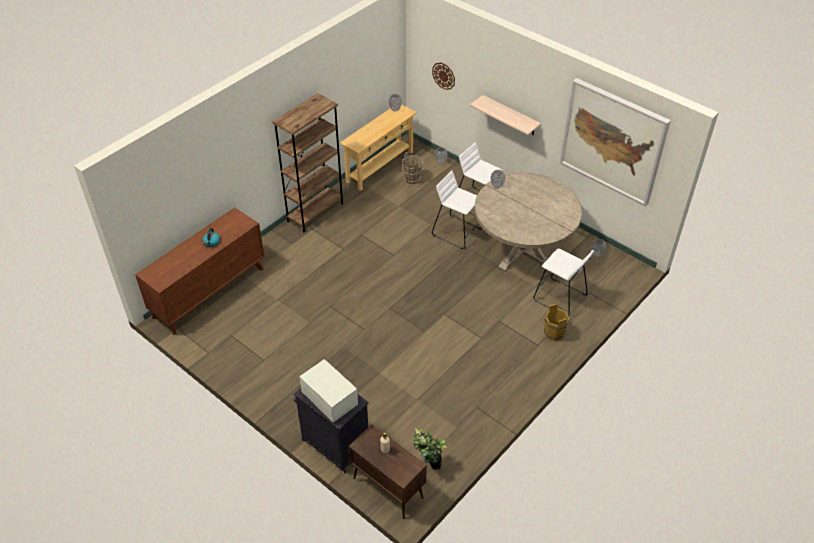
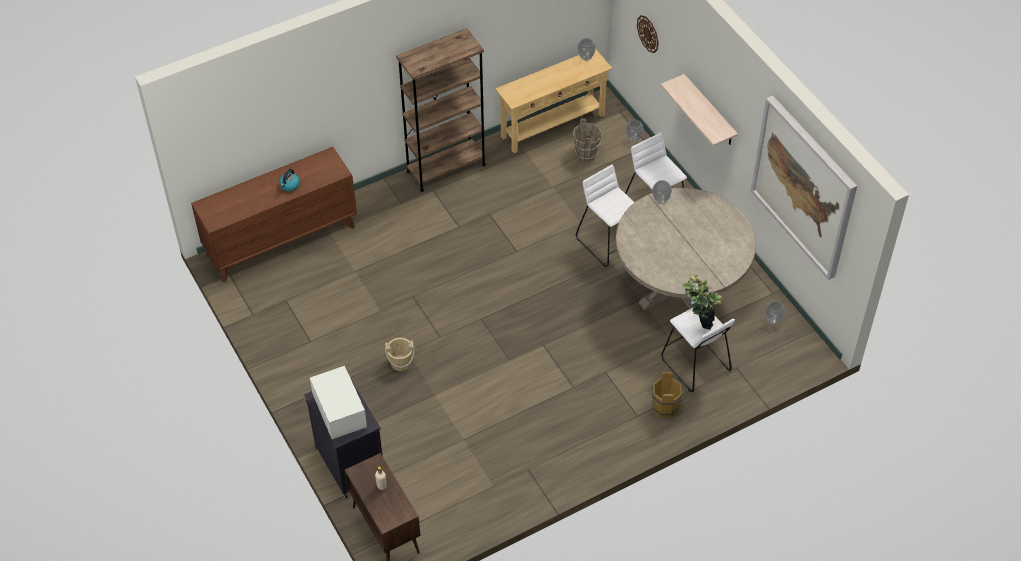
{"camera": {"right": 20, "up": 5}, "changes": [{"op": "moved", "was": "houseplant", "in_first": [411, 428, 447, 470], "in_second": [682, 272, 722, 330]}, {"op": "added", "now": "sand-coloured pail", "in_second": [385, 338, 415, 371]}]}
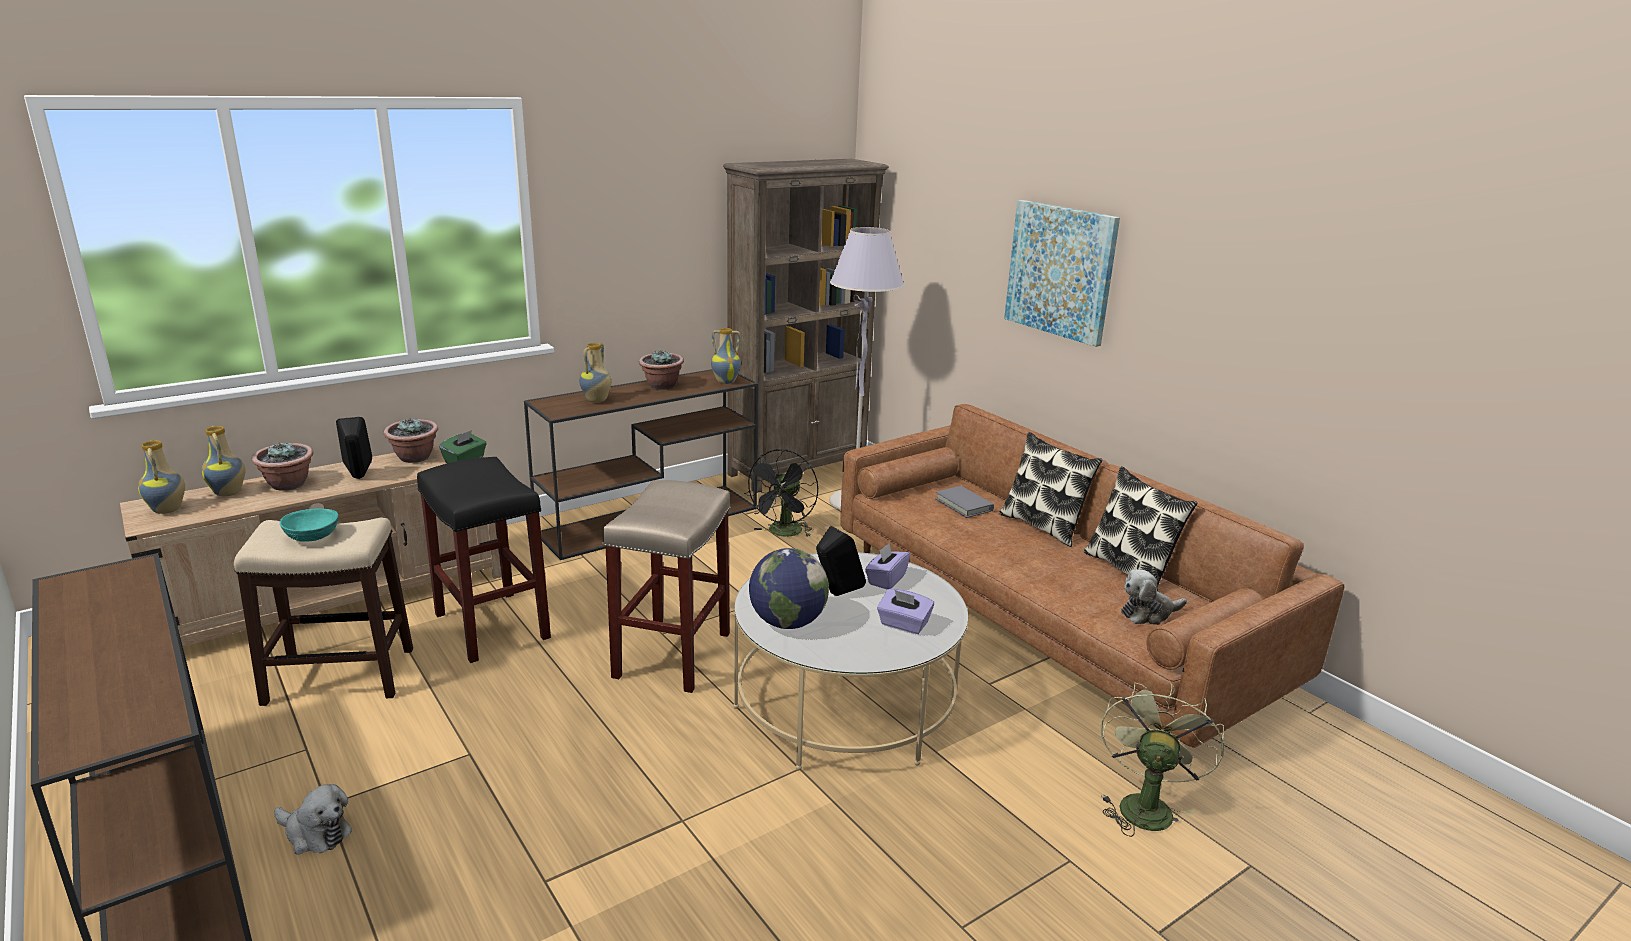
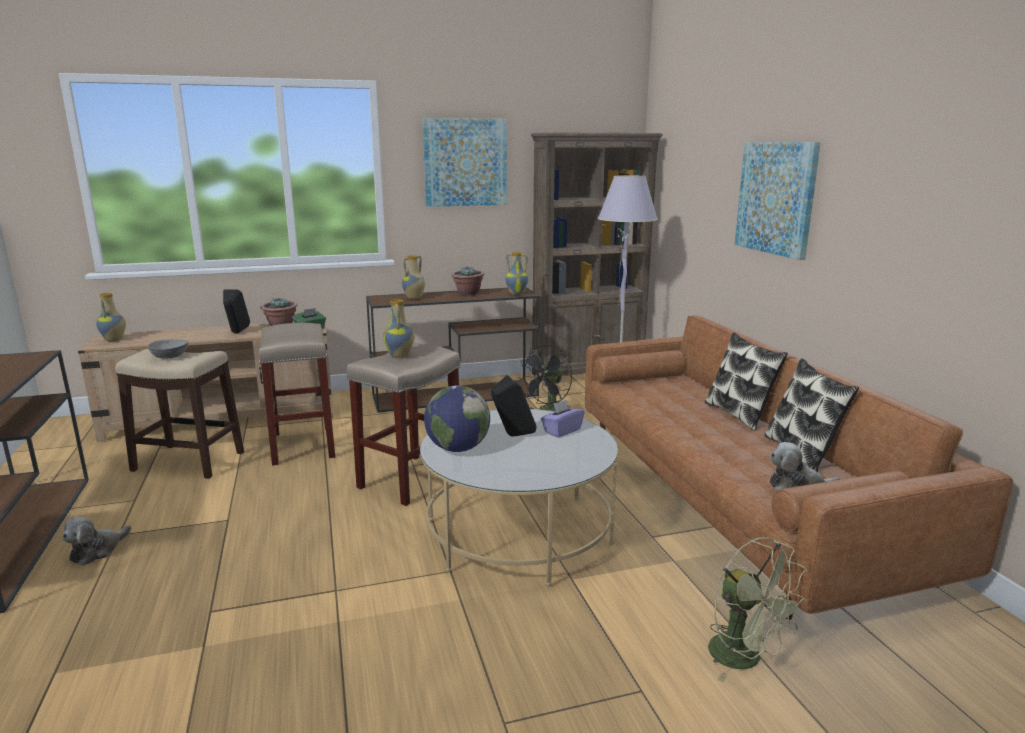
{"camera": {"right": 20, "up": -5}, "changes": [{"op": "moved", "was": "vase", "in_first": [201, 425, 245, 496], "in_second": [383, 299, 414, 358]}, {"op": "removed", "was": "houseplant", "in_first": [252, 442, 313, 491]}, {"op": "turned", "was": "cuddly toy", "in_first": [274, 784, 352, 855], "in_second": [62, 517, 131, 565], "clockwise": 75}, {"op": "recoloured", "was": "turquoise-coloured deep dish", "now": "greyish deep dish", "in_first": [280, 509, 338, 542], "in_second": [148, 339, 188, 358]}, {"op": "recoloured", "was": "black-coloured stool seat", "now": "sand-coloured stool seat", "in_first": [417, 457, 551, 663], "in_second": [259, 323, 335, 465]}, {"op": "removed", "was": "purplish box of tissues", "in_first": [877, 589, 934, 634]}, {"op": "removed", "was": "greyish volume", "in_first": [935, 486, 994, 518]}, {"op": "turned", "was": "greenish cooling fan", "in_first": [1101, 682, 1224, 837], "in_second": [708, 537, 808, 682], "clockwise": 105}, {"op": "added", "now": "wall picture", "in_second": [423, 118, 507, 207]}]}
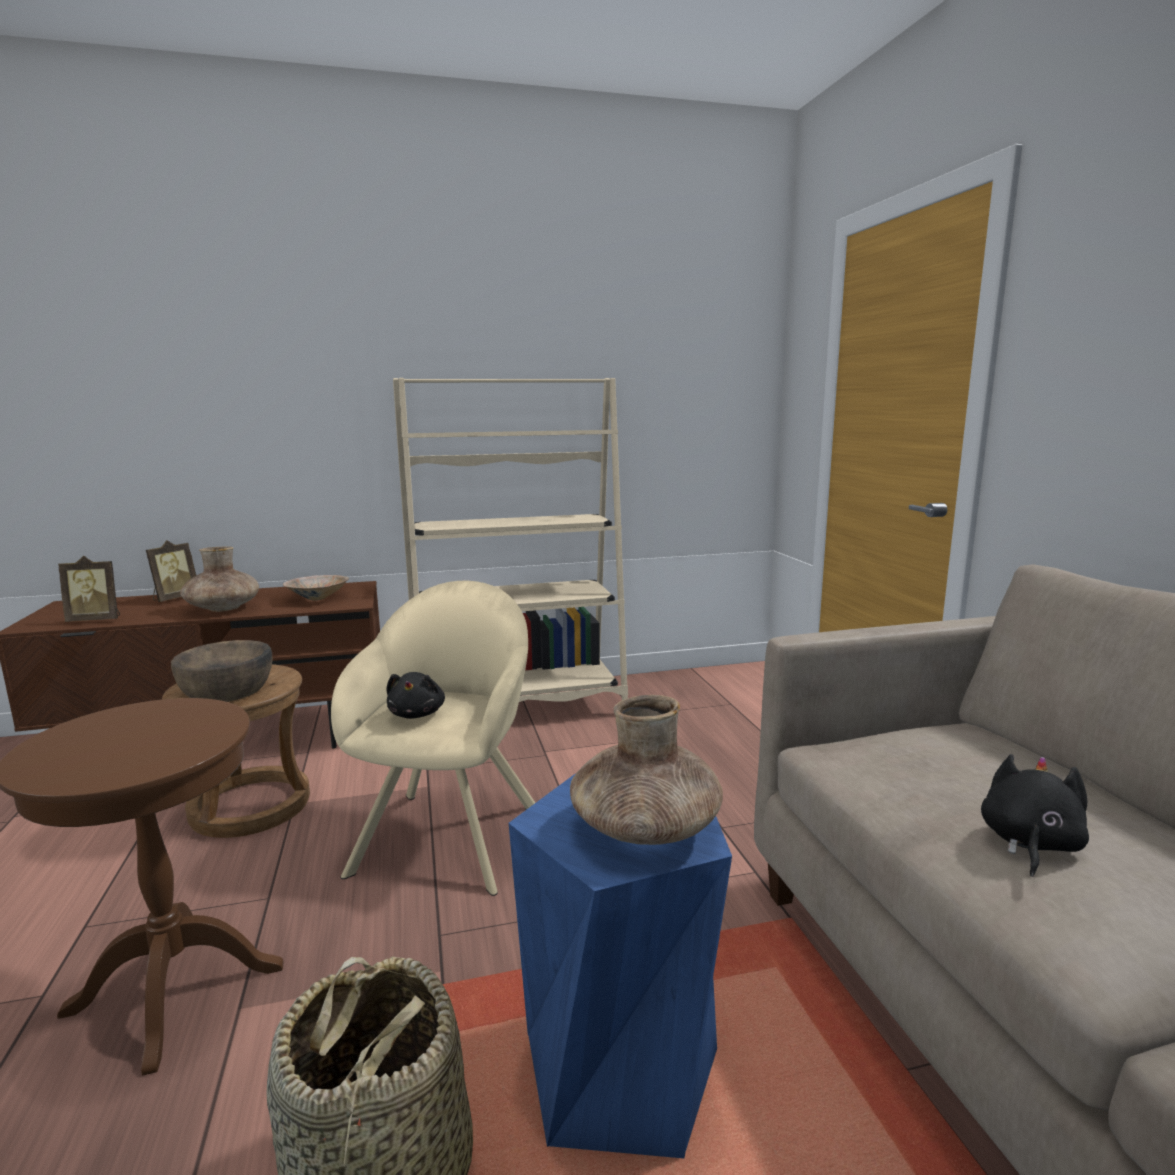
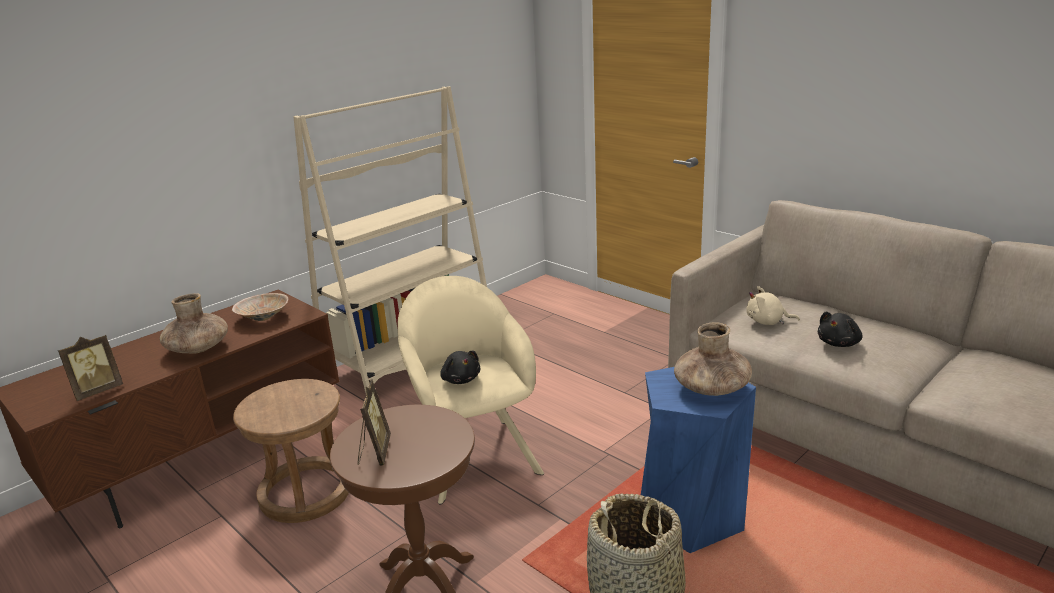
{"camera": {"right": -30, "up": 10}, "changes": [{"op": "moved", "was": "photo frame", "in_first": [146, 540, 196, 602], "in_second": [358, 379, 391, 466]}, {"op": "removed", "was": "brown-coloured deep dish", "in_first": [171, 640, 272, 702]}, {"op": "turned", "was": "black-coloured cuddly toy", "in_first": [981, 754, 1089, 877], "in_second": [818, 312, 862, 347], "clockwise": -135}, {"op": "added", "now": "sand-coloured cuddly toy", "in_second": [746, 286, 800, 325]}]}
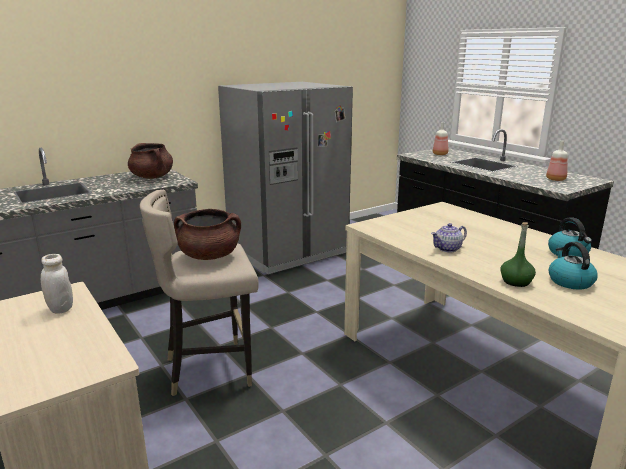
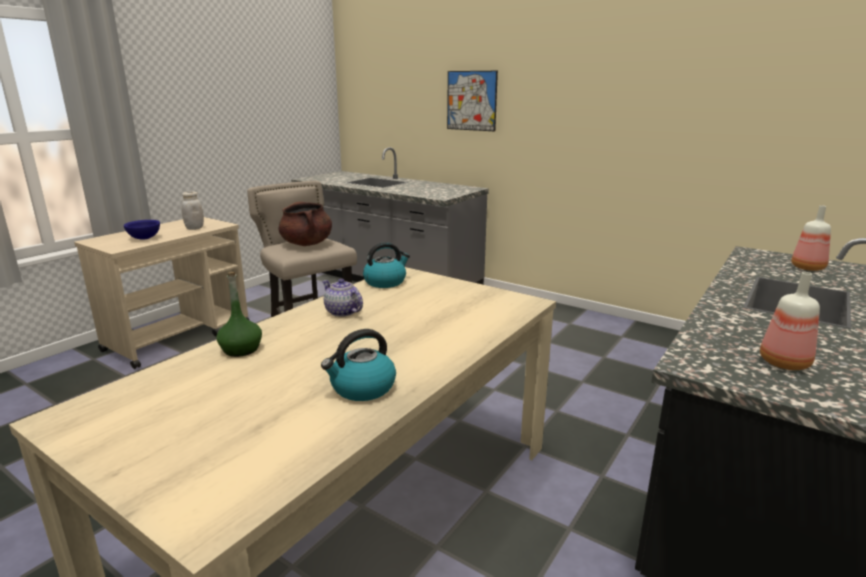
{"camera": {"right": 70, "up": 0}, "changes": [{"op": "removed", "was": "brown-coloured stockpot", "in_first": [128, 143, 173, 179]}, {"op": "removed", "was": "greyish kitchen fridge", "in_first": [218, 82, 353, 274]}, {"op": "moved", "was": "kettle", "in_first": [549, 242, 598, 289], "in_second": [363, 242, 410, 288]}, {"op": "added", "now": "blue-coloured deep dish", "in_second": [124, 220, 160, 240]}, {"op": "added", "now": "wall picture", "in_second": [447, 71, 498, 132]}]}
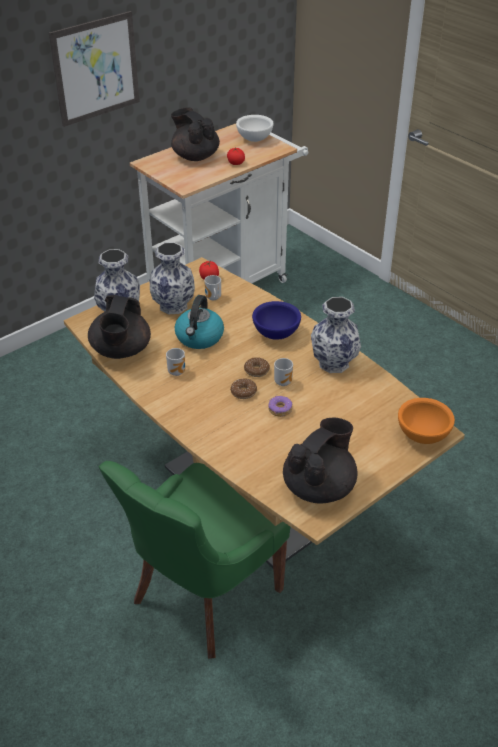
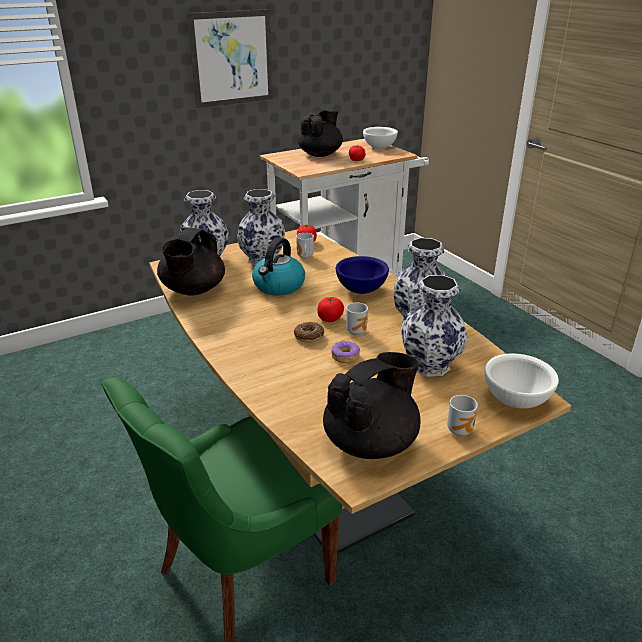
{"camera": {"right": 10, "up": -10}, "changes": [{"op": "moved", "was": "coffee mug", "in_first": [166, 348, 185, 376], "in_second": [447, 395, 478, 436]}, {"op": "turned", "was": "black-coloured teapot", "in_first": [171, 107, 220, 161], "in_second": [298, 110, 343, 157], "clockwise": 60}, {"op": "replaced", "was": "doughnut", "now": "whole tomato", "in_first": [244, 357, 270, 377], "in_second": [317, 297, 344, 322]}, {"op": "recoloured", "was": "orange deep dish", "now": "whitish deep dish", "in_first": [398, 398, 455, 444], "in_second": [485, 354, 559, 409]}, {"op": "added", "now": "vase", "in_second": [401, 275, 468, 377]}]}
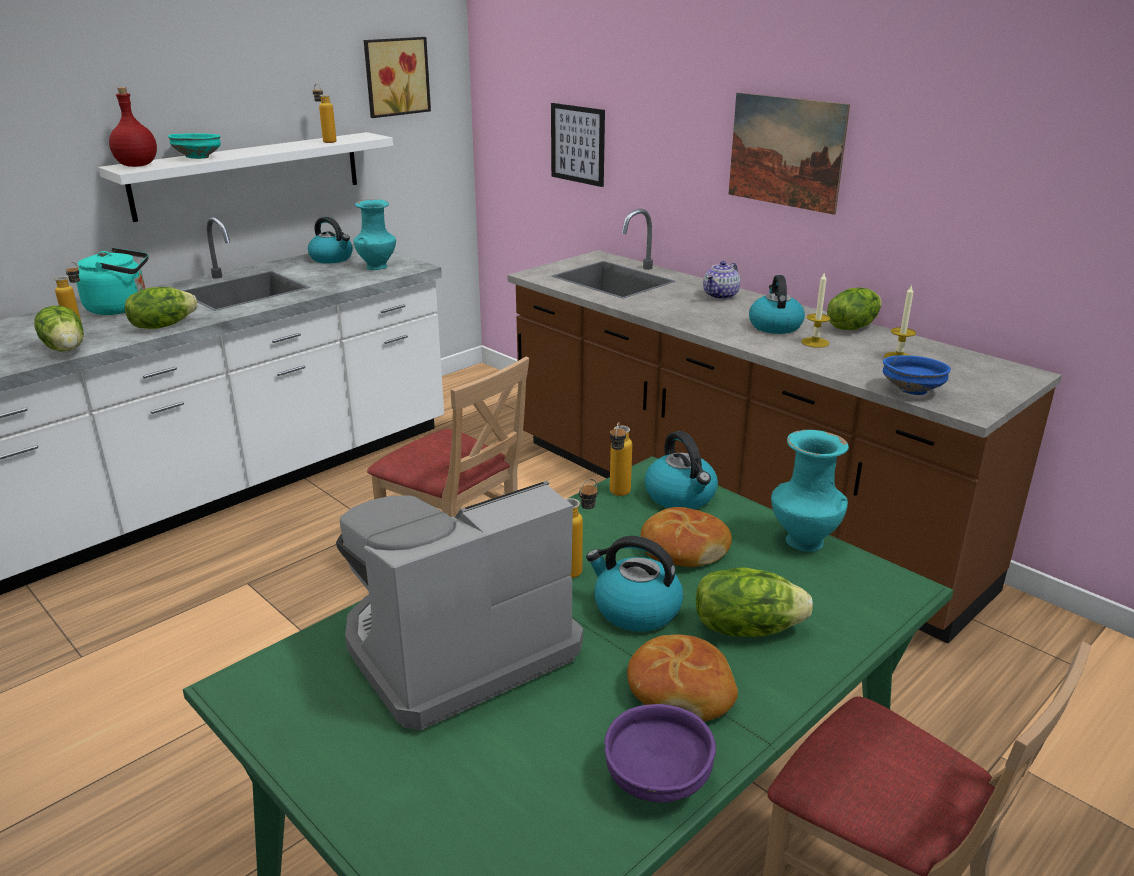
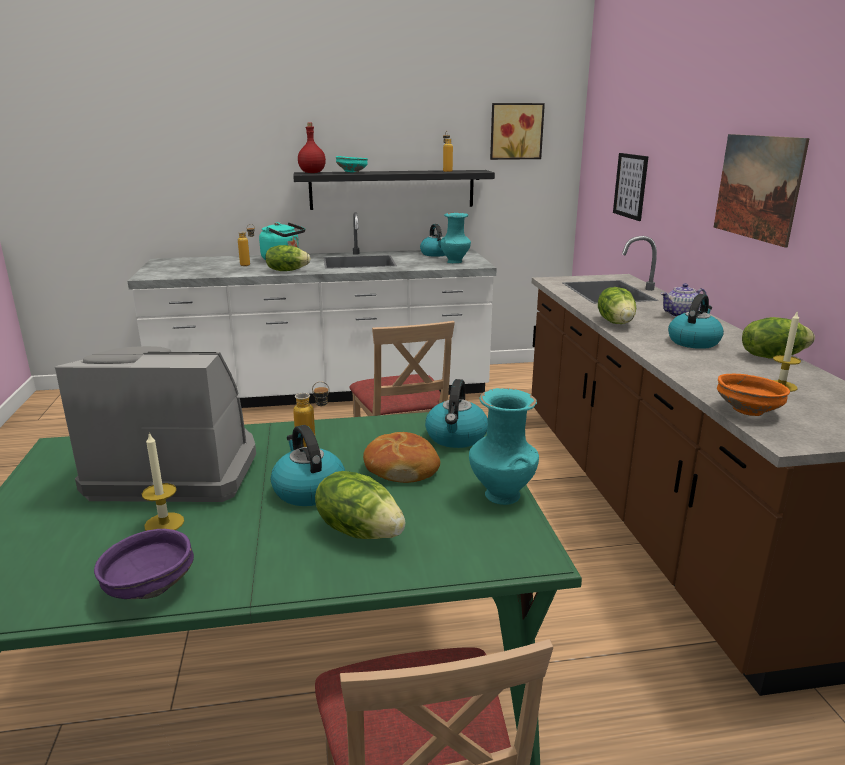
{"camera": {"right": 35, "up": -5}, "changes": [{"op": "moved", "was": "head of lettuce", "in_first": [34, 306, 84, 351], "in_second": [598, 287, 636, 324]}, {"op": "recoloured", "was": "whitish shelf", "now": "black-coloured shelf", "in_first": [99, 132, 393, 222], "in_second": [293, 170, 495, 210]}, {"op": "removed", "was": "drink bottle", "in_first": [610, 422, 632, 496]}, {"op": "removed", "was": "bakery bread", "in_first": [627, 634, 738, 721]}, {"op": "moved", "was": "wax candle", "in_first": [802, 273, 830, 348], "in_second": [142, 432, 184, 531]}, {"op": "recoloured", "was": "blue-coloured deep dish", "now": "orange deep dish", "in_first": [883, 355, 951, 395], "in_second": [717, 373, 790, 416]}]}
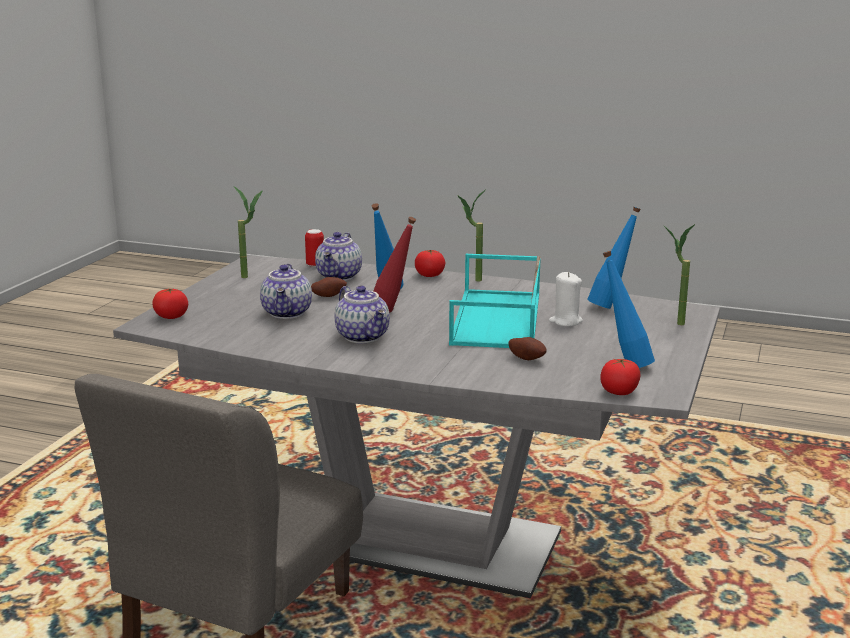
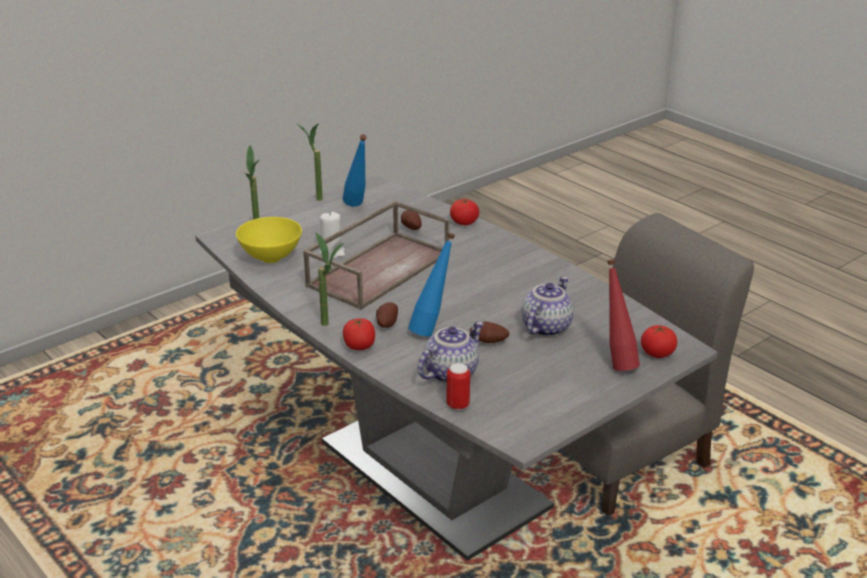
{"camera": {"right": -150, "up": 10}, "changes": [{"op": "moved", "was": "houseplant", "in_first": [234, 186, 263, 278], "in_second": [296, 123, 323, 201]}, {"op": "removed", "was": "teapot", "in_first": [334, 286, 390, 343]}, {"op": "moved", "was": "reddish drink bottle", "in_first": [373, 217, 416, 313], "in_second": [607, 259, 640, 371]}, {"op": "recoloured", "was": "turquoise-coloured tray", "now": "brown-coloured tray", "in_first": [449, 254, 541, 348], "in_second": [303, 201, 450, 310]}, {"op": "replaced", "was": "blue-coloured drink bottle", "now": "yellow deep dish", "in_first": [587, 207, 641, 309], "in_second": [236, 217, 302, 263]}, {"op": "moved", "was": "whole tomato", "in_first": [600, 359, 641, 395], "in_second": [450, 199, 479, 225]}, {"op": "added", "now": "whole potato", "in_second": [376, 302, 398, 328]}]}
